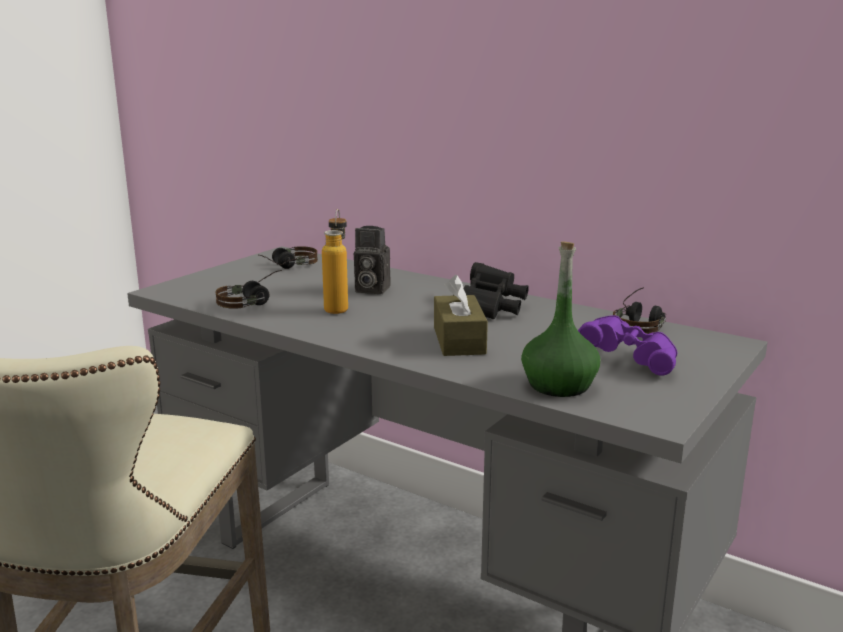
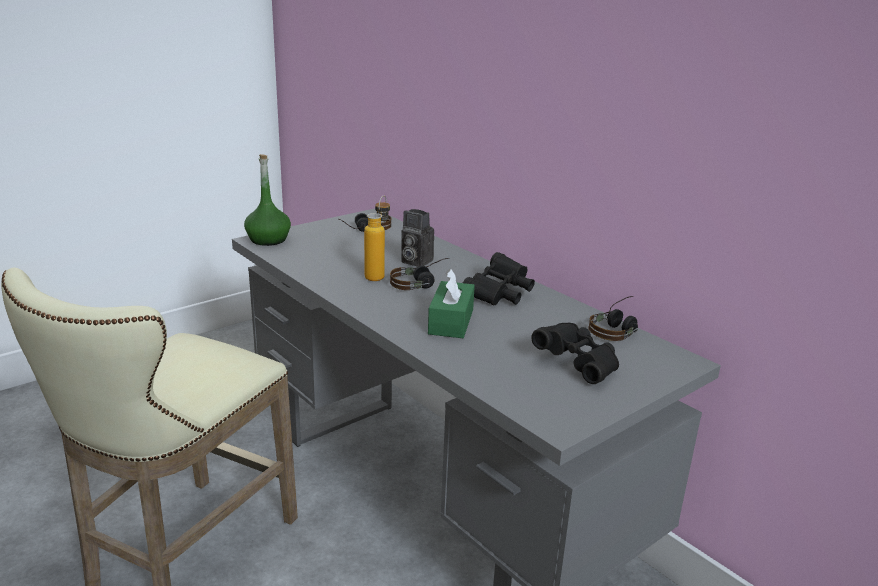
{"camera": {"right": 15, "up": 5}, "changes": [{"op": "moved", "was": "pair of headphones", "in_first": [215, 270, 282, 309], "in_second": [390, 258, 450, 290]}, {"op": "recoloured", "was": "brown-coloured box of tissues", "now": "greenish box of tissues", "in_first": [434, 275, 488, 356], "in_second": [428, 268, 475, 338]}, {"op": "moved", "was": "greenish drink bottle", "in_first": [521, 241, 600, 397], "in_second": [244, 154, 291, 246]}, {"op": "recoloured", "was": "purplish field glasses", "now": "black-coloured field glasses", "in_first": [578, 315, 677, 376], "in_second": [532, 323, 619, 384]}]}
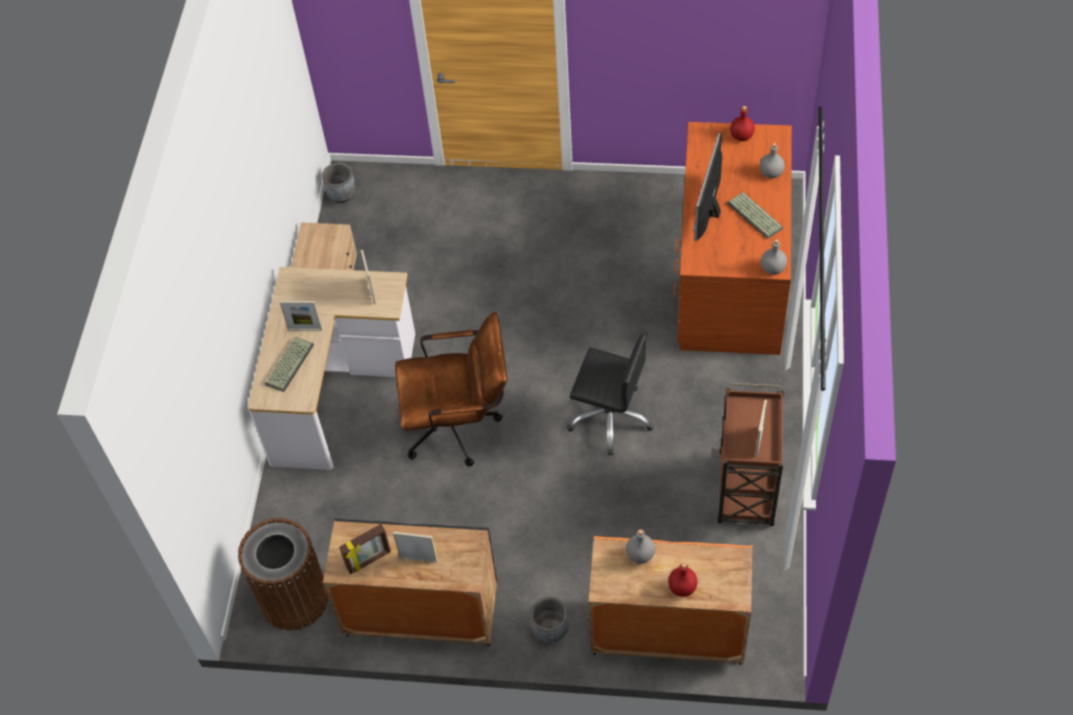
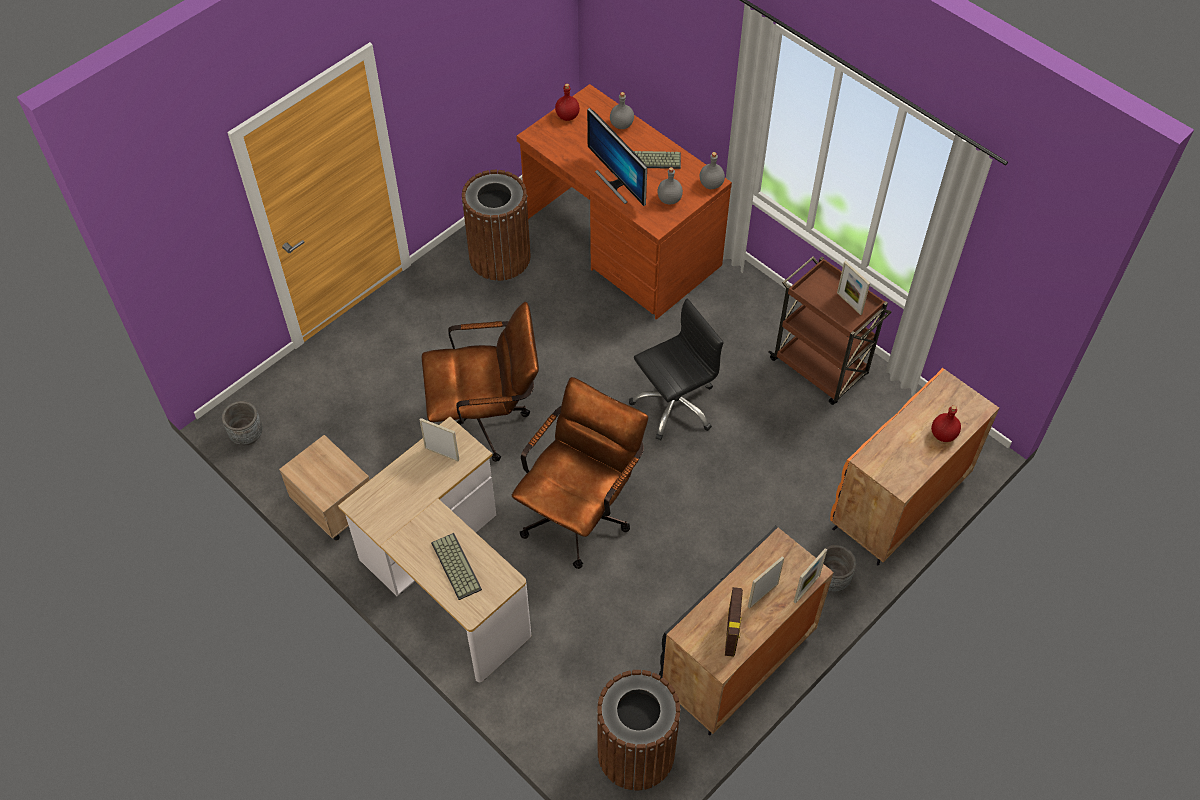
{"camera": {"right": -55, "up": 0}, "changes": [{"op": "moved", "was": "photo frame", "in_first": [280, 301, 322, 331], "in_second": [794, 548, 827, 604]}, {"op": "moved", "was": "greyish drink bottle", "in_first": [626, 529, 655, 564], "in_second": [658, 167, 683, 204]}, {"op": "added", "now": "brown-coloured computer chair", "in_second": [422, 302, 539, 462]}, {"op": "added", "now": "brown-coloured waste bin", "in_second": [461, 170, 531, 281]}]}
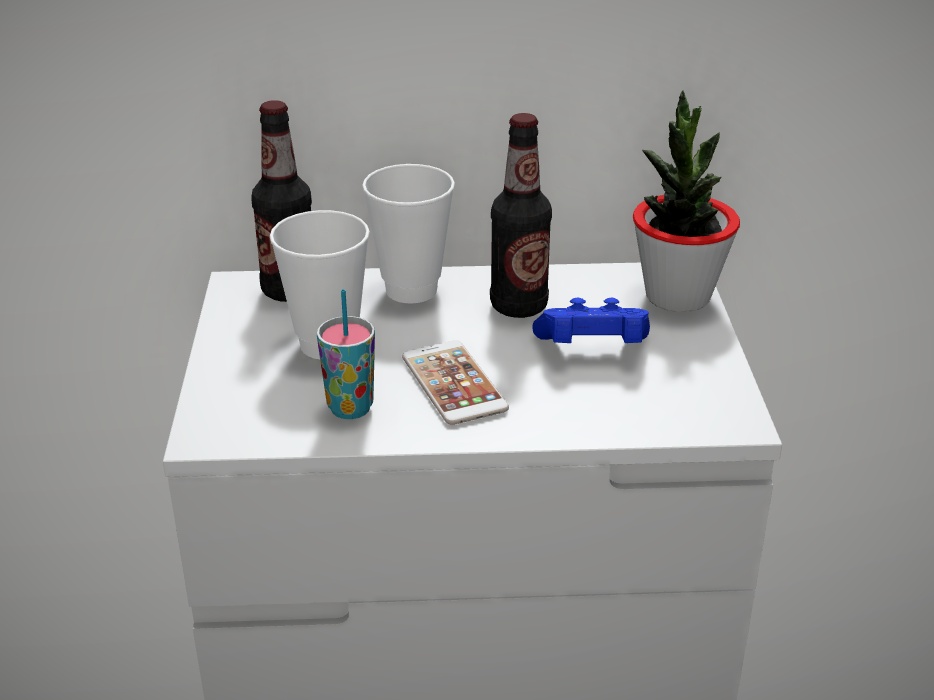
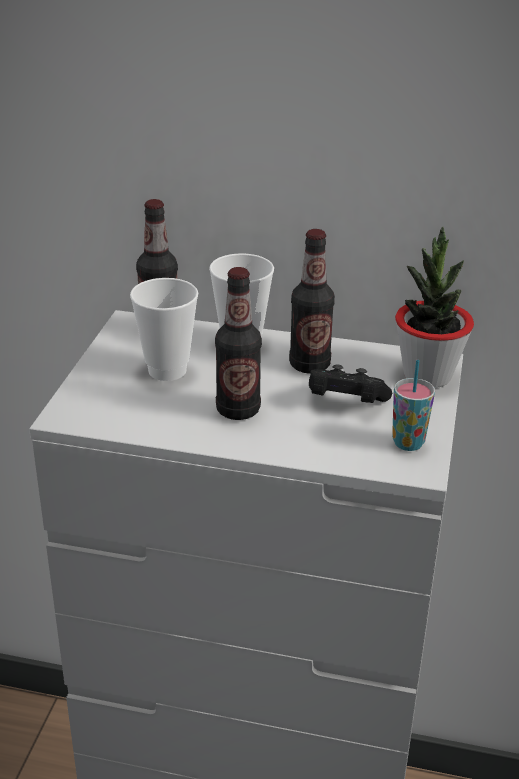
{"camera": {"right": 15, "up": 0}, "changes": [{"op": "moved", "was": "cup", "in_first": [317, 289, 375, 419], "in_second": [392, 360, 435, 451]}, {"op": "replaced", "was": "phone", "now": "drink bottle", "in_first": [402, 340, 509, 425], "in_second": [215, 267, 262, 420]}, {"op": "recoloured", "was": "blue-coloured game controller", "now": "black-coloured game controller", "in_first": [532, 298, 650, 343], "in_second": [309, 364, 392, 403]}]}
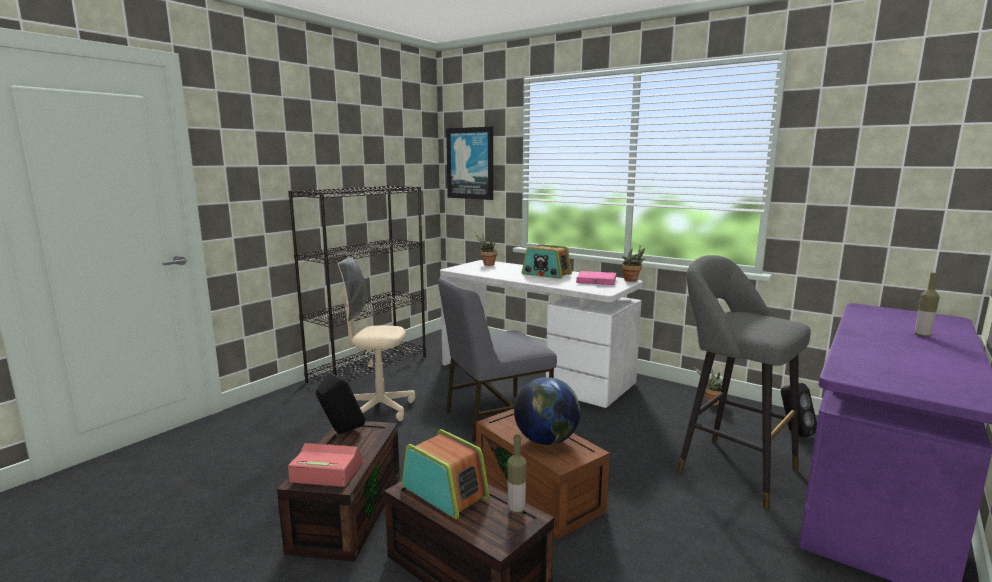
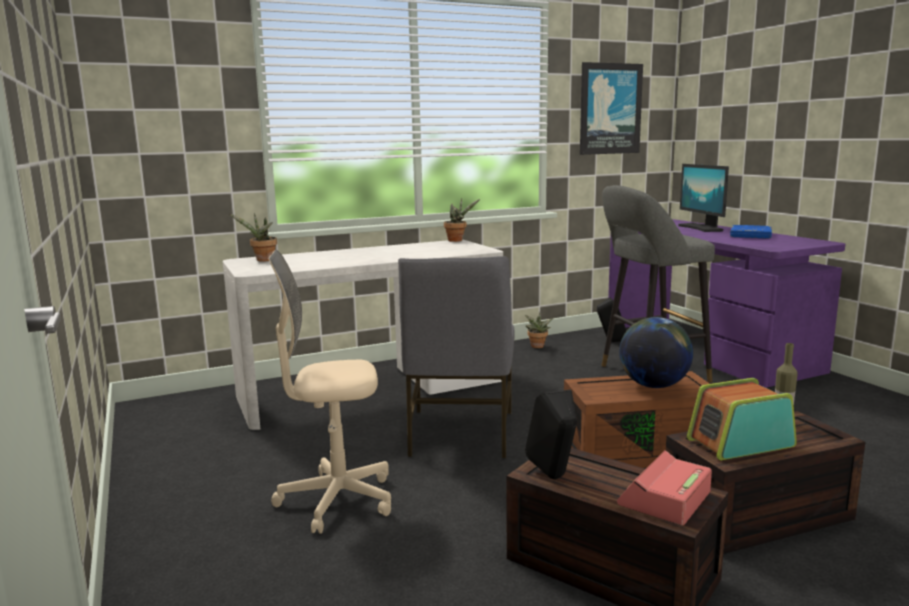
{"camera": {"right": -60, "up": 0}, "changes": [{"op": "removed", "was": "black-coloured bookshelf", "in_first": [288, 185, 426, 383]}, {"op": "turned", "was": "sand-coloured computer chair", "in_first": [338, 257, 415, 421], "in_second": [268, 250, 391, 534], "clockwise": 45}, {"op": "moved", "was": "wall picture", "in_first": [446, 127, 493, 200], "in_second": [580, 62, 643, 155]}, {"op": "removed", "was": "radio receiver", "in_first": [522, 244, 572, 279]}, {"op": "removed", "was": "pink-coloured volume", "in_first": [576, 271, 616, 285]}, {"op": "replaced", "was": "drink bottle", "now": "computer screen", "in_first": [915, 273, 940, 337], "in_second": [678, 164, 729, 232]}, {"op": "added", "now": "blue-coloured volume", "in_second": [730, 225, 772, 238]}]}
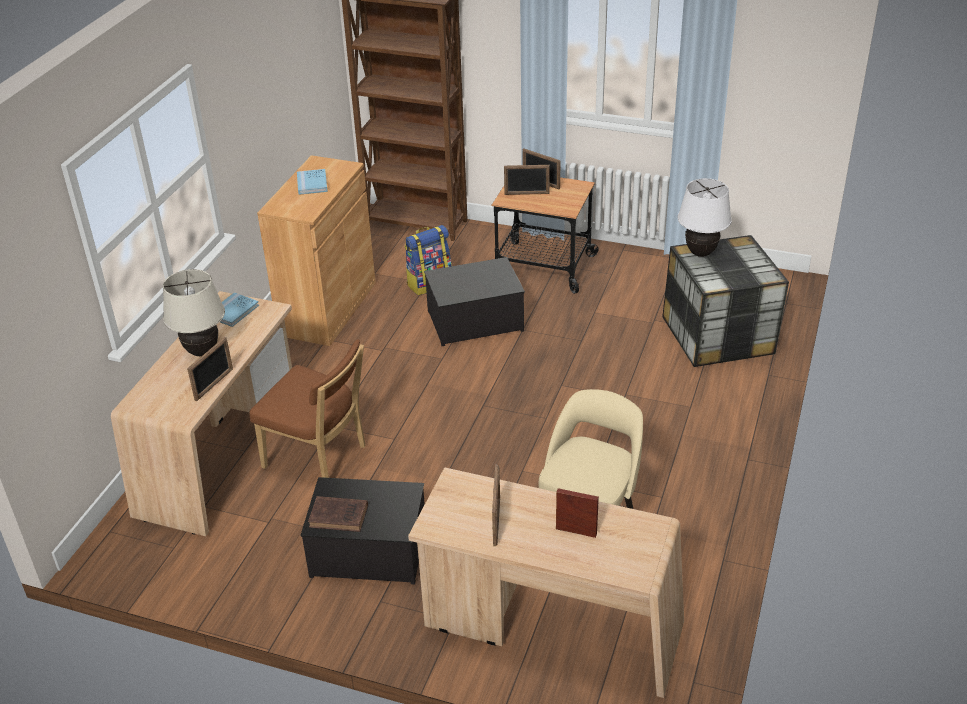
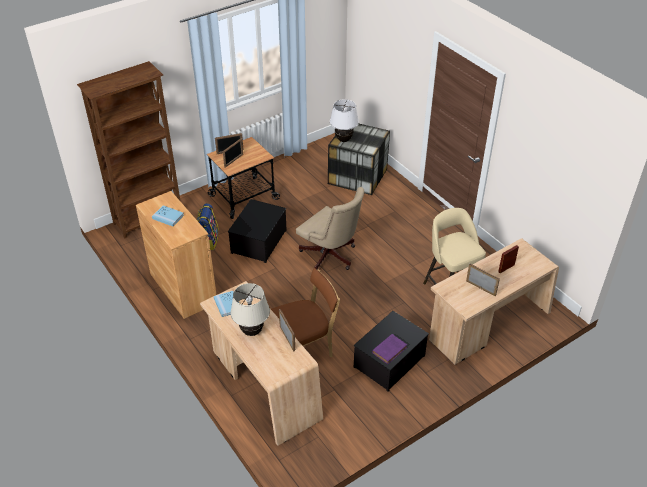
{"camera": {"right": -55, "up": 5}, "changes": [{"op": "recoloured", "was": "brown-coloured volume", "now": "purplish volume", "in_first": [308, 496, 368, 532], "in_second": [372, 334, 407, 364]}, {"op": "added", "now": "sand-coloured computer chair", "in_second": [296, 187, 365, 270]}]}
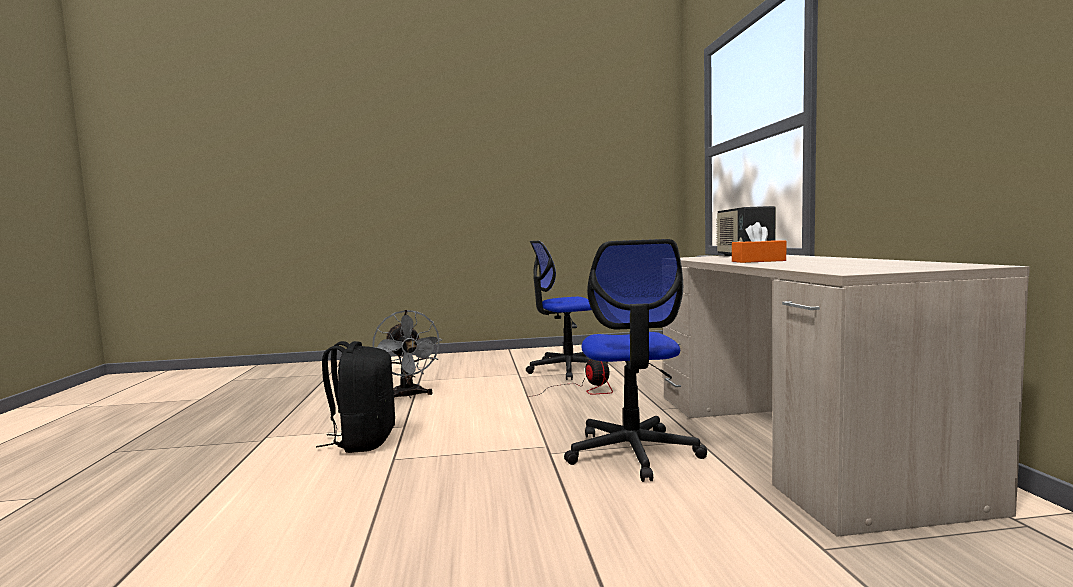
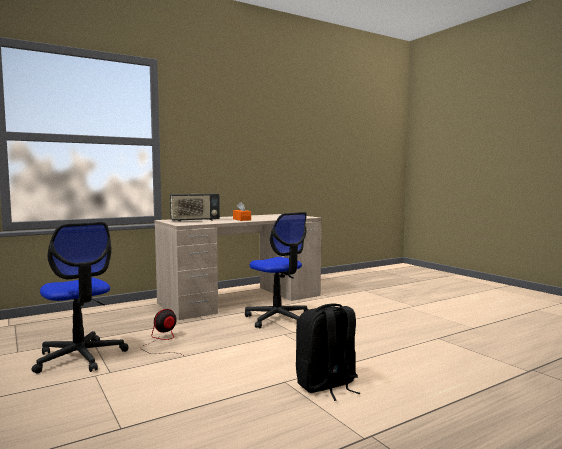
{"camera": {"right": -115, "up": 0}, "changes": [{"op": "removed", "was": "greyish cooling fan", "in_first": [372, 310, 442, 398]}, {"op": "turned", "was": "computer chair", "in_first": [564, 239, 707, 482], "in_second": [245, 212, 309, 328], "clockwise": 75}]}
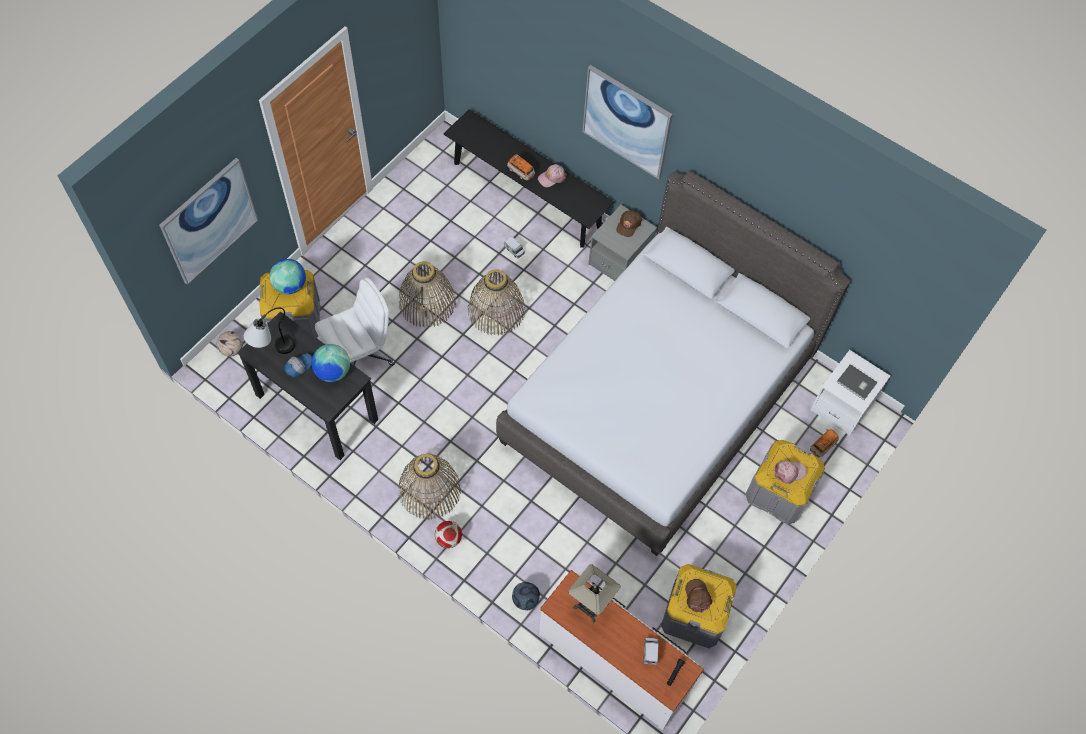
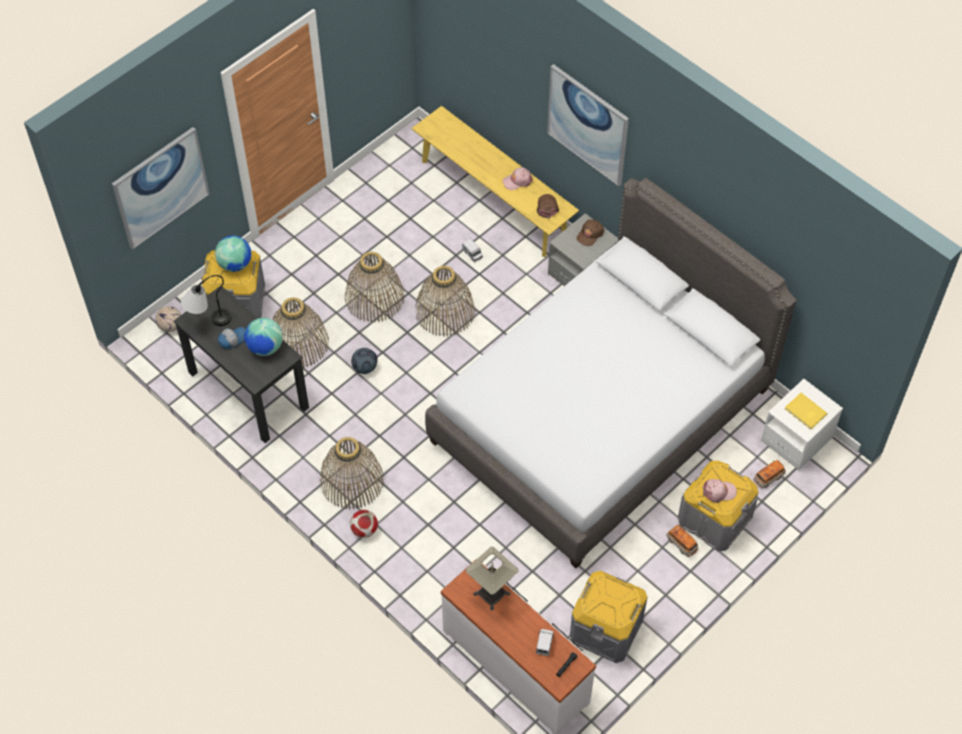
{"camera": {"right": 10, "up": -5}, "changes": [{"op": "replaced", "was": "whitish computer chair", "now": "basket", "in_first": [315, 278, 395, 366], "in_second": [272, 297, 329, 368]}, {"op": "recoloured", "was": "black-coloured bench", "now": "yellow bench", "in_first": [443, 109, 614, 248], "in_second": [412, 106, 579, 257]}, {"op": "moved", "was": "toy car", "in_first": [507, 154, 535, 181], "in_second": [666, 525, 698, 557]}, {"op": "moved", "was": "ball for football", "in_first": [512, 582, 540, 610], "in_second": [351, 348, 378, 374]}, {"op": "moved", "was": "brown-coloured peaked cap", "in_first": [685, 579, 712, 613], "in_second": [537, 194, 559, 219]}, {"op": "recoloured", "was": "greyish volume", "now": "yellow volume", "in_first": [837, 364, 878, 400], "in_second": [785, 393, 827, 430]}]}
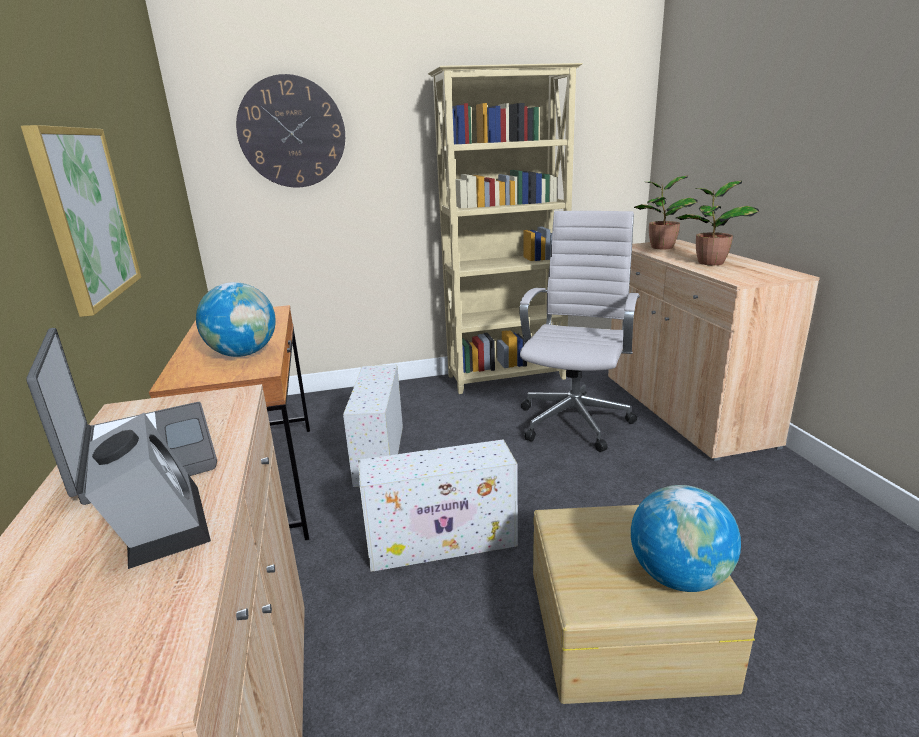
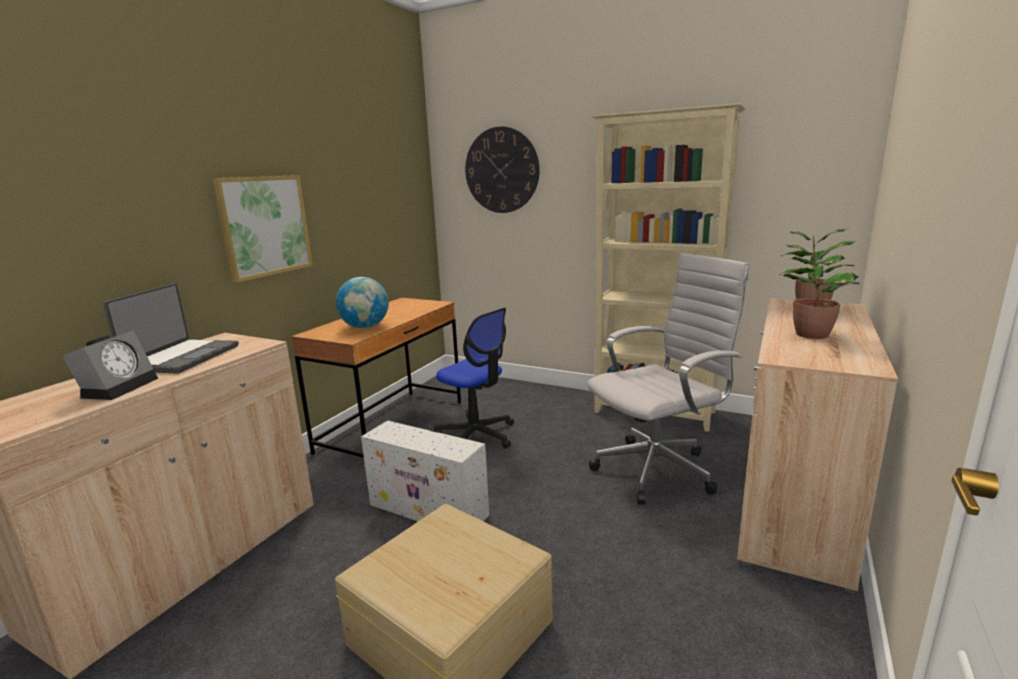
{"camera": {"right": 40, "up": -5}, "changes": [{"op": "replaced", "was": "whitish storage box", "now": "computer chair", "in_first": [343, 365, 403, 487], "in_second": [434, 308, 514, 449]}, {"op": "removed", "was": "globe", "in_first": [631, 485, 741, 592]}]}
